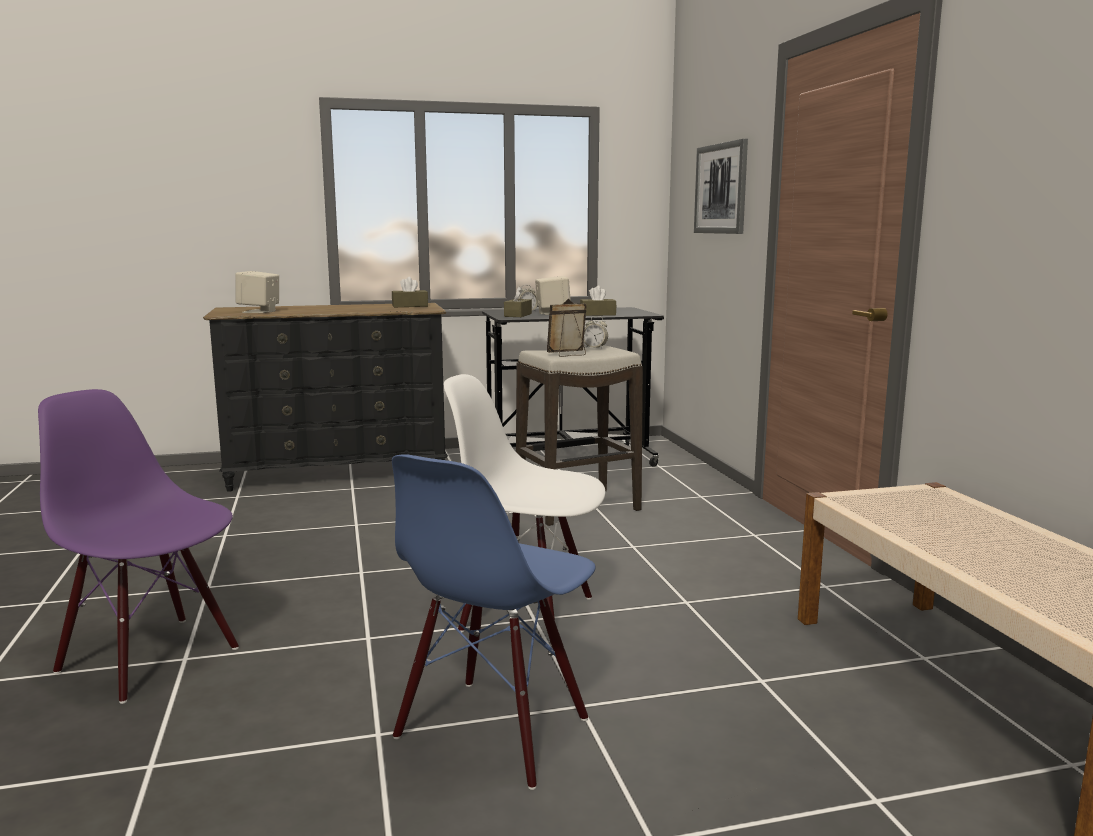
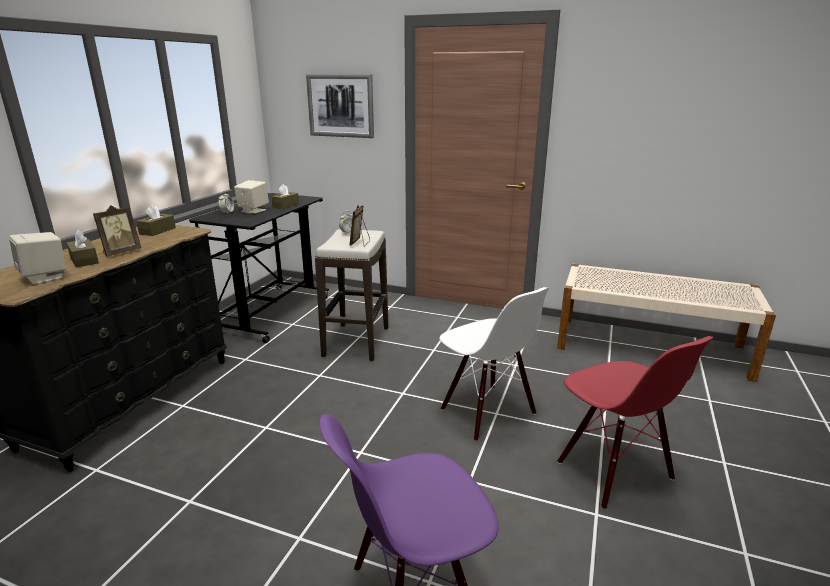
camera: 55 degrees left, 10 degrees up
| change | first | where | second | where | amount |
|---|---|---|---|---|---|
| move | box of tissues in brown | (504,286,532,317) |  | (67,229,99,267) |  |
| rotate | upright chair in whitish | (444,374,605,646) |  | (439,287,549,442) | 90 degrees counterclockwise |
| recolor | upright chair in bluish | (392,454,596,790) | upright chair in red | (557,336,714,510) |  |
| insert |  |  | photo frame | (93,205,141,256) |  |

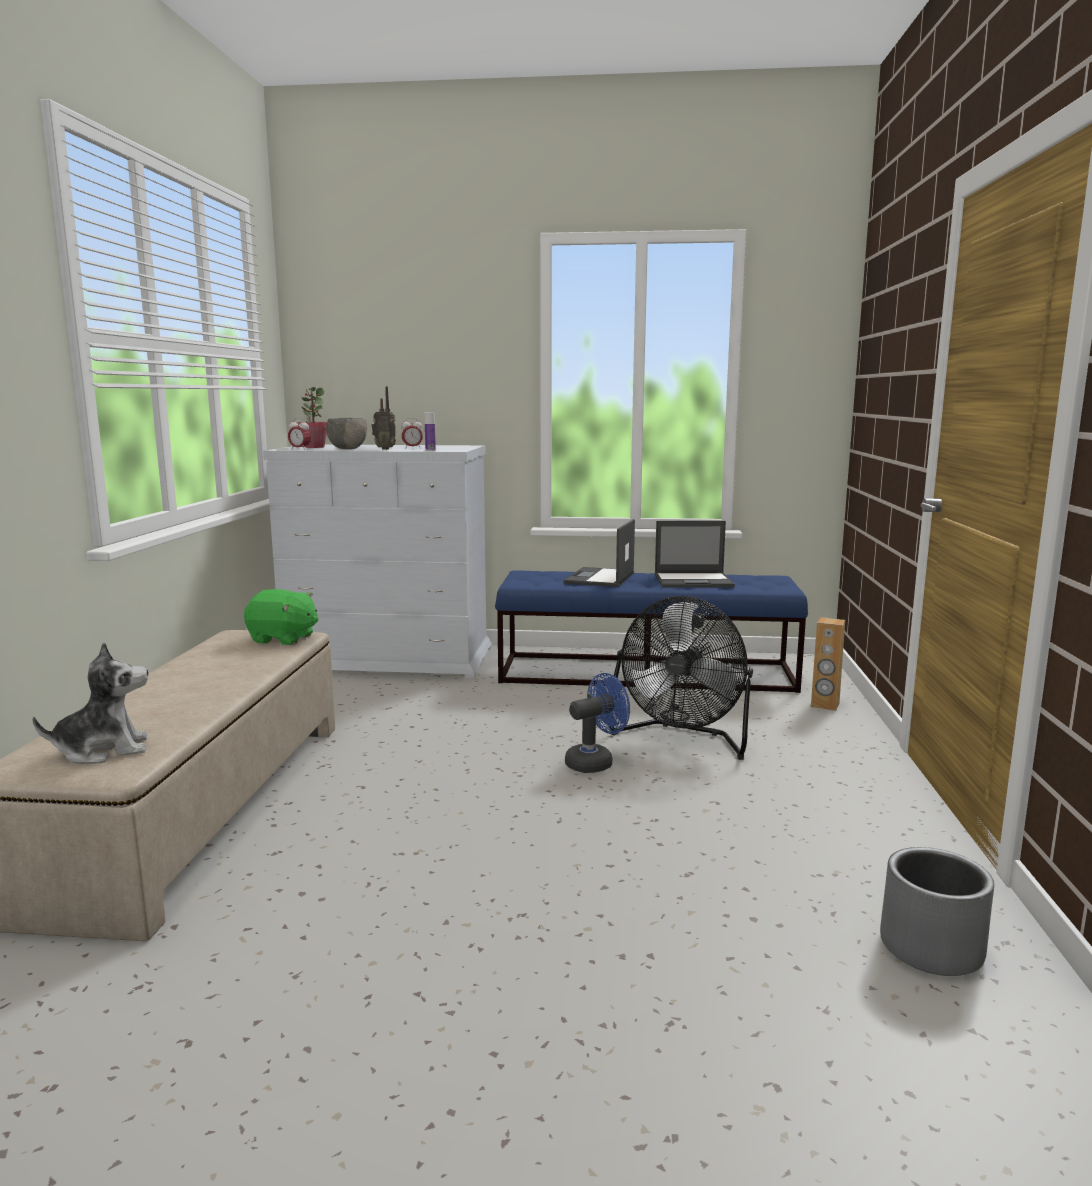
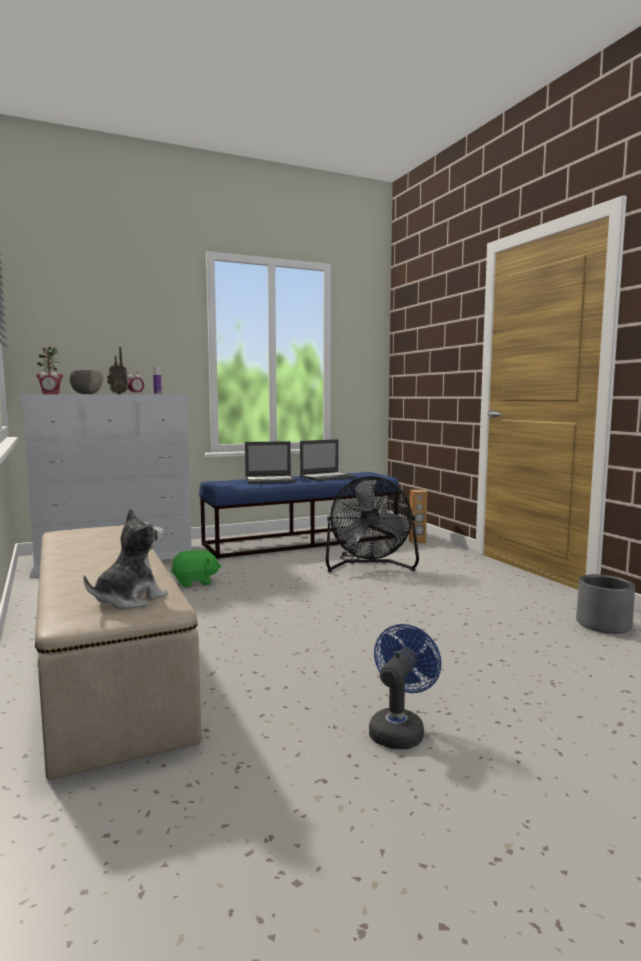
camera: 30 degrees left, 5 degrees down
| change | first | where | second | where | amount |
|---|---|---|---|---|---|
| rotate | portable computer | (563,519,635,587) |  | (245,441,296,484) | 90 degrees counterclockwise |
| move | soft toy in green-coloured | (244,589,319,645) |  | (171,550,221,587) |  |
| move | fan in bluish | (565,673,630,773) |  | (369,624,442,749) |  |

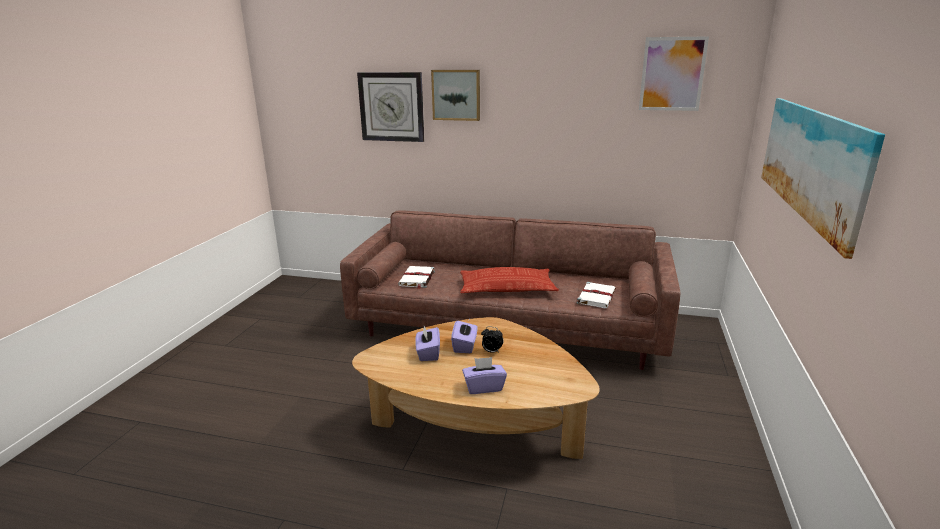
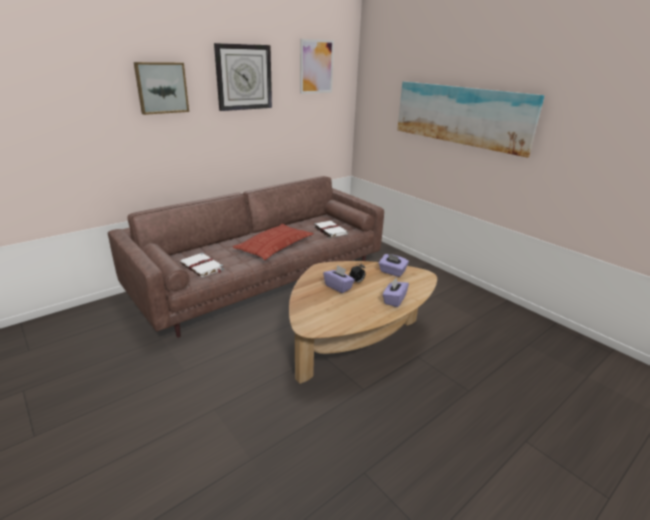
camera: 55 degrees left, 5 degrees up
| change | first | where | second | where | amount |
|---|---|---|---|---|---|
| move | hanging clock | (357,72,424,142) |  | (214,43,272,111) |  |
| move | box of tissues in purple | (415,326,440,361) |  | (379,254,409,277) |  |

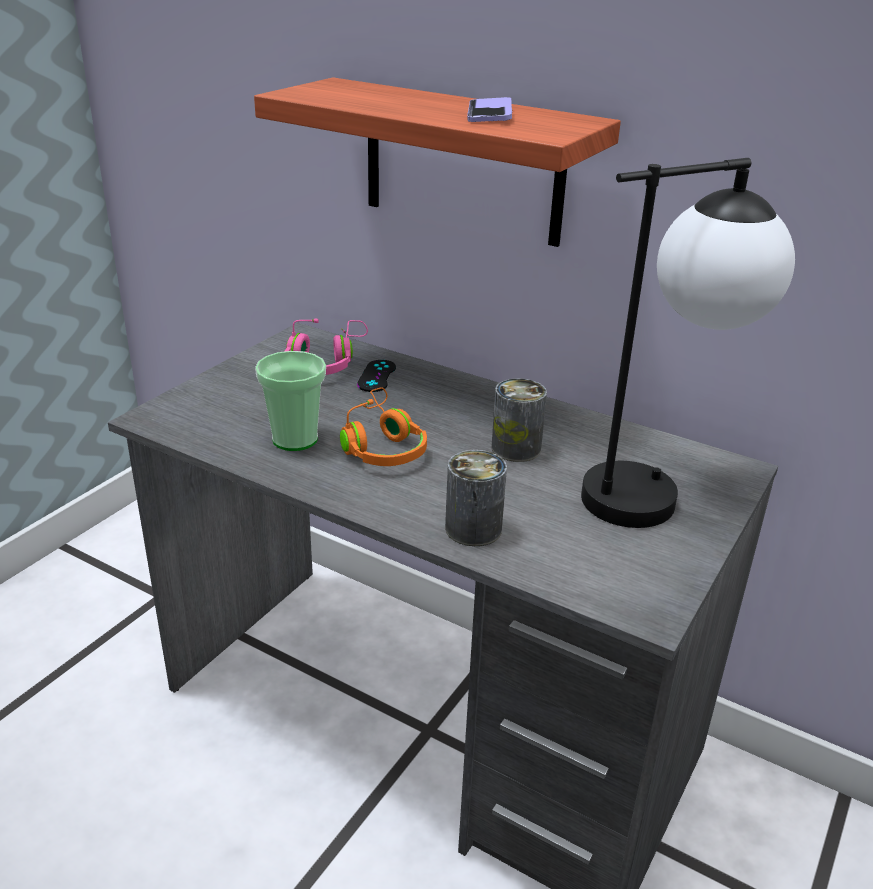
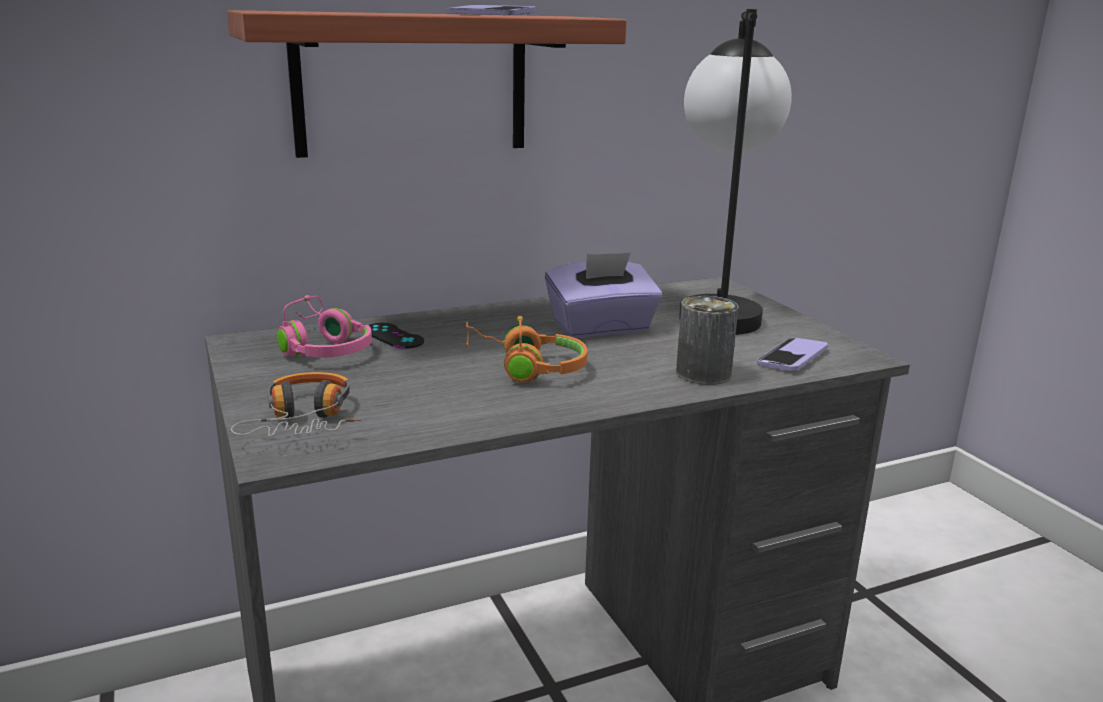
camera: 55 degrees left, 10 degrees down
| change | first | where | second | where | amount |
|---|---|---|---|---|---|
| delete | cup | (255,351,326,451) |  |  |  |
| replace | can | (491,378,547,462) | box of tissues in purple | (545,252,662,338) |  |
| insert |  |  | phone | (757,338,828,371) |  |
| insert |  |  | headphones | (231,372,361,437) |  |

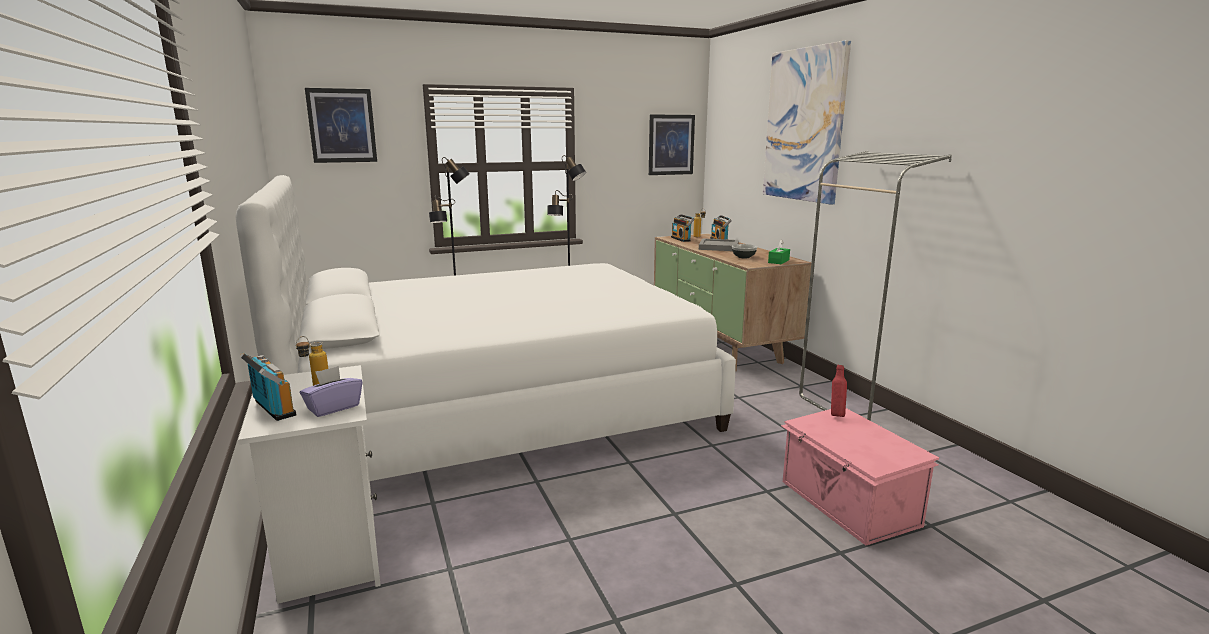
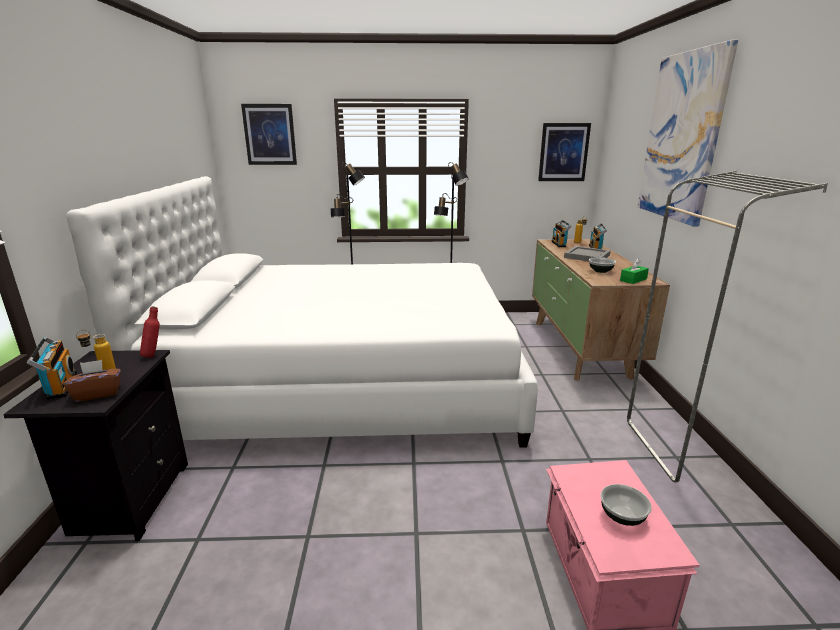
camera: 20 degrees right, 5 degrees up
| change | first | where | second | where | amount |
|---|---|---|---|---|---|
| recolor | night table in whitish | (238,365,381,604) | night table in black | (3,350,188,541) |  |
| move | drink bottle in red | (831,365,847,417) |  | (140,306,160,358) |  |
| recolor | box of tissues in purple | (300,366,363,417) | box of tissues in brown | (63,360,121,402) |  |
| insert |  |  | serving bowl | (601,484,652,526) |  |

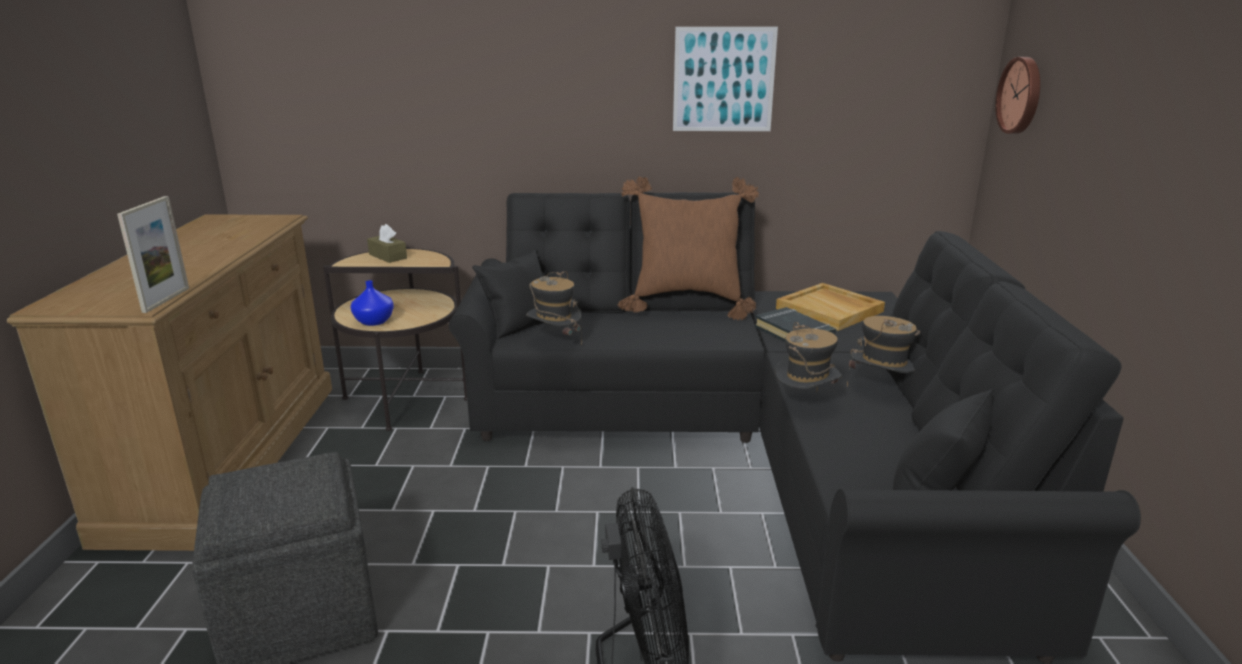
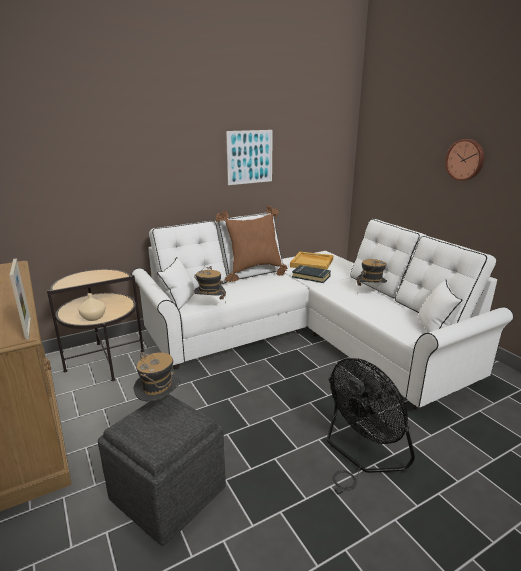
camera: 30 degrees left, 0 degrees up
| change | first | where | second | where | amount |
|---|---|---|---|---|---|
| move | hanging clock | (995,57,1040,134) |  | (445,139,484,181) |  |
| recolor | sofa in black | (449,192,1141,664) | sofa in whitish | (132,213,514,410) |  |
| delete | box of tissues in brown | (367,224,407,263) |  |  |  |
| recolor | vase in bluish | (351,280,394,326) | vase in beige-coloured | (78,293,106,321) |  |
| move | clothing hat | (775,322,842,390) |  | (134,353,181,402) |  |

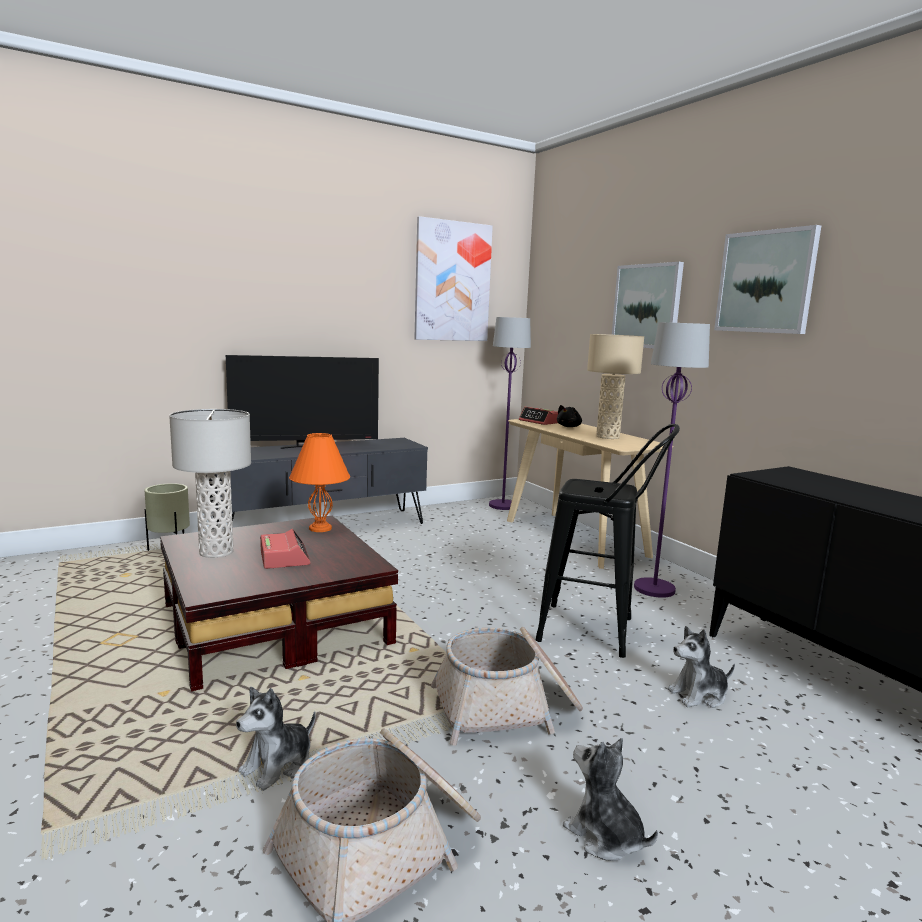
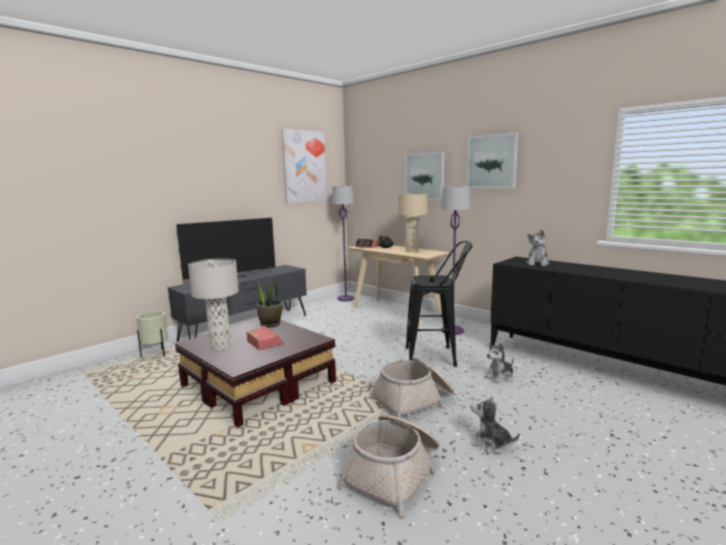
camera: 15 degrees left, 0 degrees up
| change | first | where | second | where | amount |
|---|---|---|---|---|---|
| replace | tabletop lamp in orange | (289,433,350,532) | houseplant | (256,279,282,327) |  |
| move | soft toy | (236,687,316,791) |  | (526,230,549,266) |  |

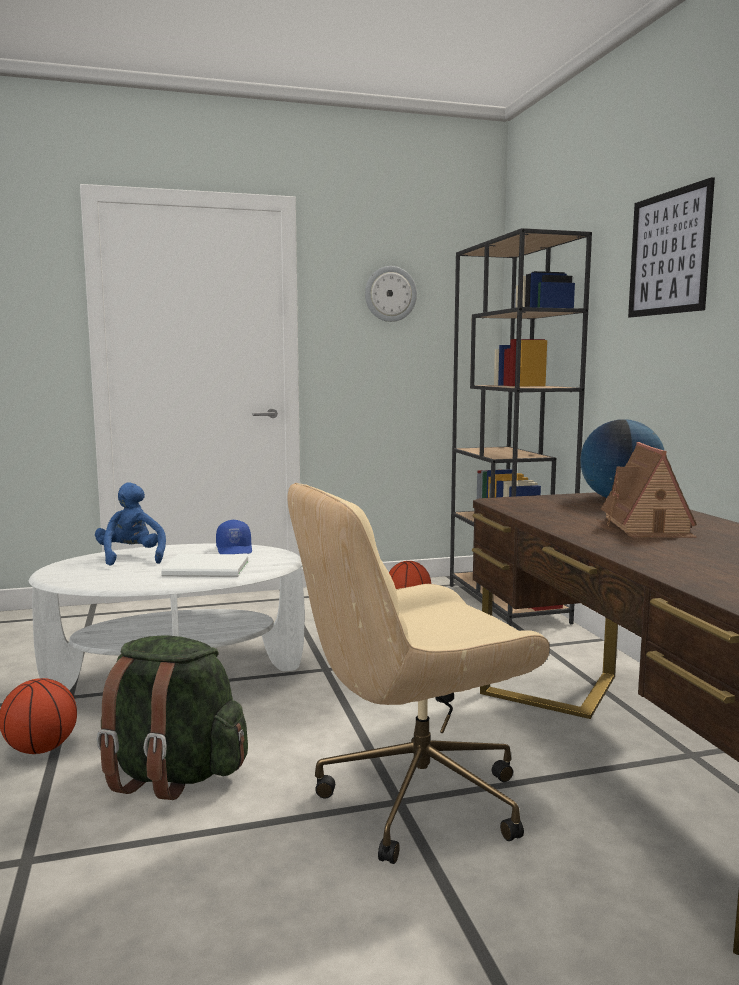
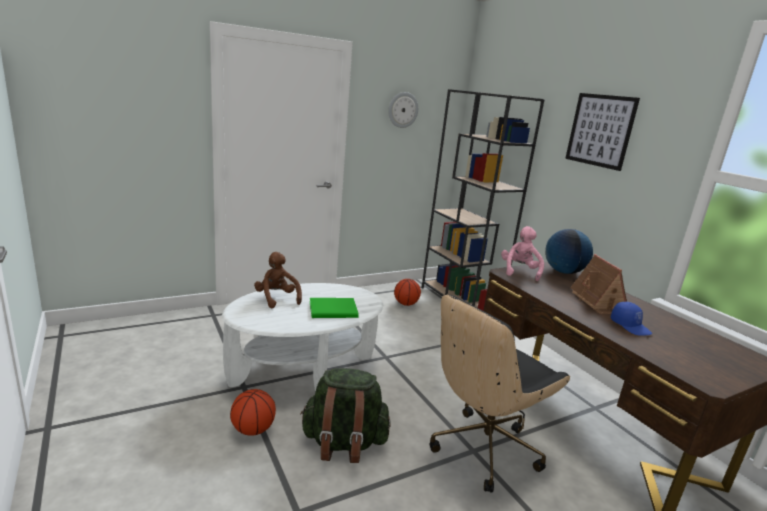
camera: 15 degrees left, 10 degrees up
| change | first | where | second | where | amount |
|---|---|---|---|---|---|
| recolor | soft toy in bluish | (95,482,166,566) | soft toy in brown | (254,252,302,308) |  |
| recolor | computer chair in beige-coloured | (288,483,550,864) | computer chair in black | (430,294,570,493) |  |
| move | cap in bluish | (216,520,252,554) |  | (611,302,652,336) |  |
| recolor | bound book in whitish | (162,554,249,577) | bound book in green-coloured | (310,298,359,318) |  |
| insert |  |  | soft toy in pink | (501,226,544,281) |  |

